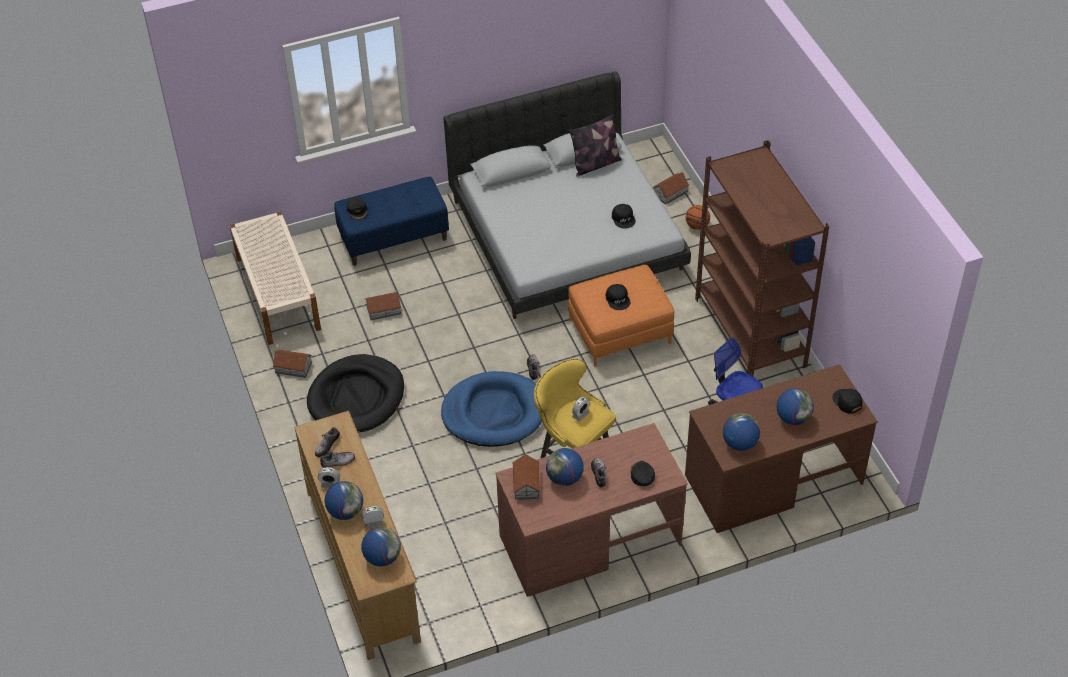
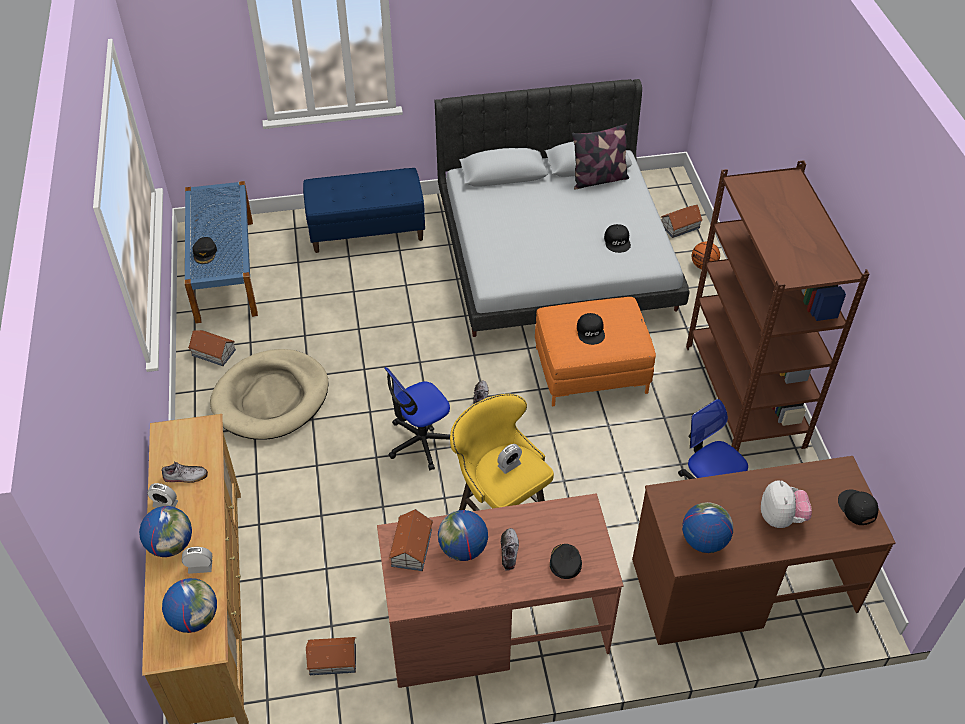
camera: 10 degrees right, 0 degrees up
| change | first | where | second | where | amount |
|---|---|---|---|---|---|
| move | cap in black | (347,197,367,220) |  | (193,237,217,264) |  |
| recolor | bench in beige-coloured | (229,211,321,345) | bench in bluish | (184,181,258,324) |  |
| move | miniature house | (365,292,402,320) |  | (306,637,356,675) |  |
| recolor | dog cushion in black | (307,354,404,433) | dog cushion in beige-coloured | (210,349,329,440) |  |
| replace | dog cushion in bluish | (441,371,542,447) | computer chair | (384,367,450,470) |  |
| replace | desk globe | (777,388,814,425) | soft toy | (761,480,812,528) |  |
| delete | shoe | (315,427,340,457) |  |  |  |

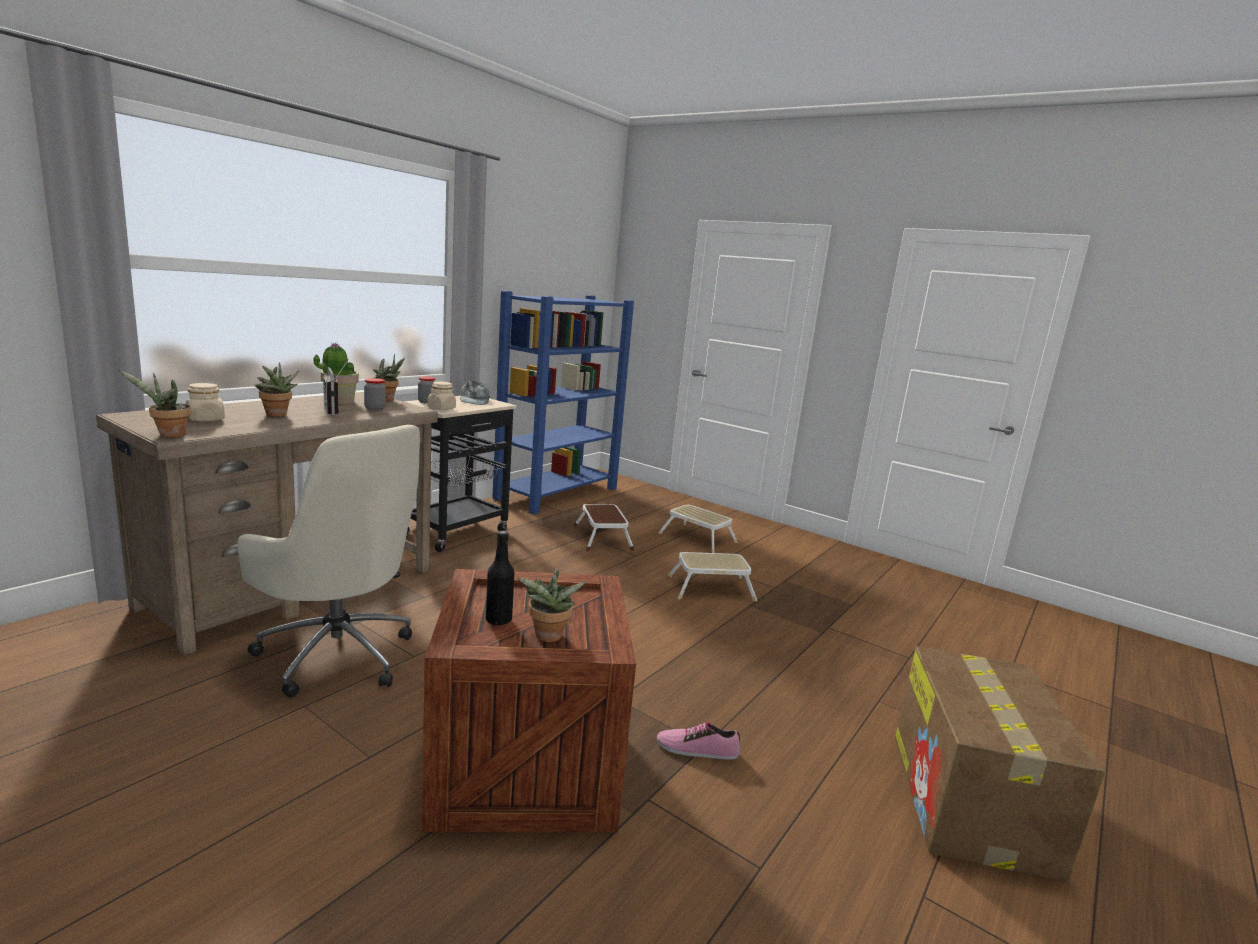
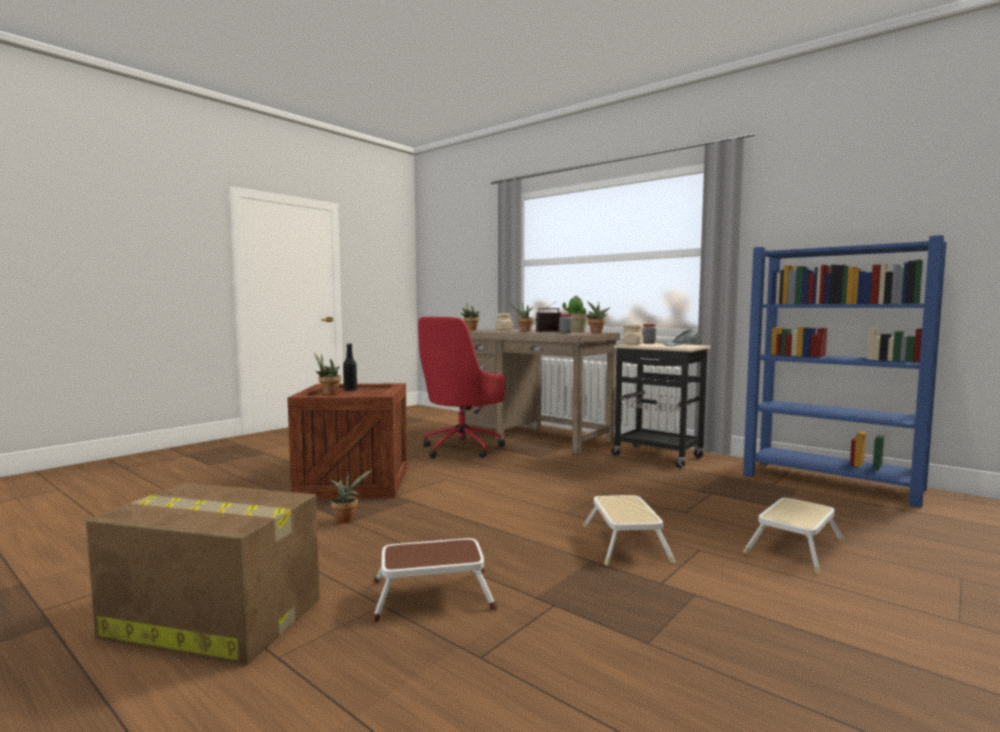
camera: 95 degrees right, 10 degrees down
| change | first | where | second | where | amount |
|---|---|---|---|---|---|
| recolor | computer chair in beige-coloured | (237,425,420,697) | computer chair in red | (418,317,505,458) |  |
| move | step ladder in brown | (573,504,635,551) |  | (371,538,498,623) |  |
| replace | shoe | (657,722,741,760) | houseplant | (330,470,372,523) |  |

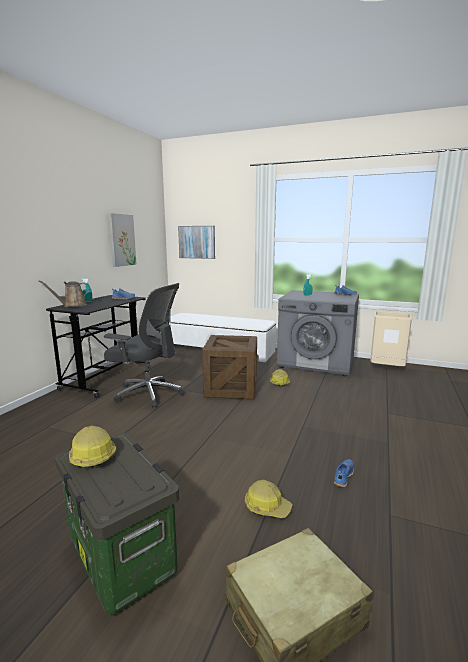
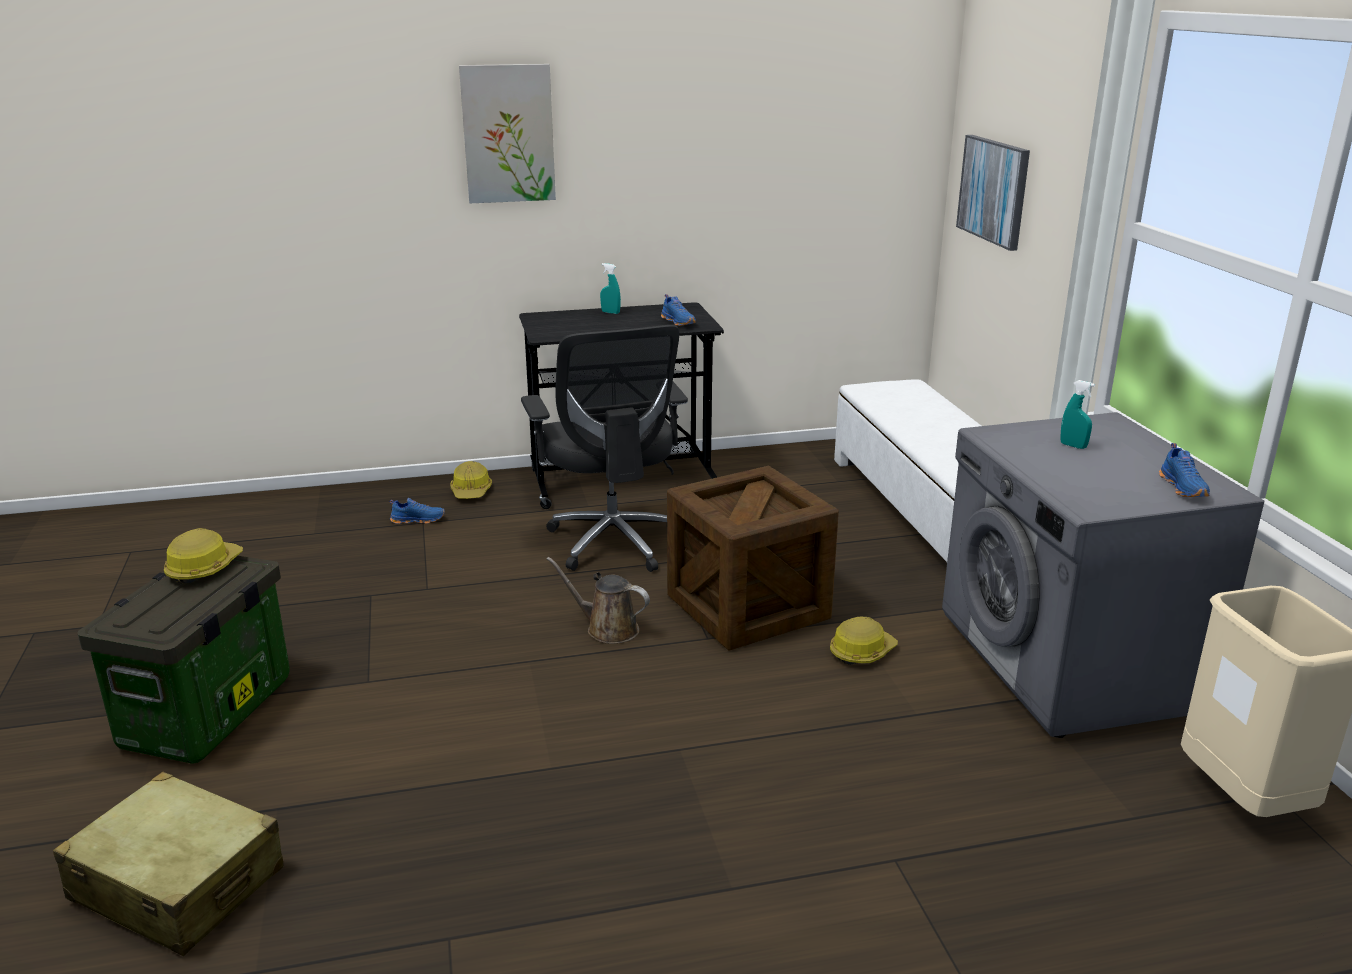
camera: 55 degrees right, 10 degrees up
| change | first | where | second | where | amount |
|---|---|---|---|---|---|
| move | picture | (109,213,137,267) |  | (459,64,556,203) |  |
| move | sprinkling can in brown | (39,281,90,307) |  | (547,557,650,644) |  |
| move | shoe in bluish | (334,459,354,487) |  | (390,498,445,524) |  |
| move | hard hat | (245,480,292,518) |  | (450,461,492,499) |  |

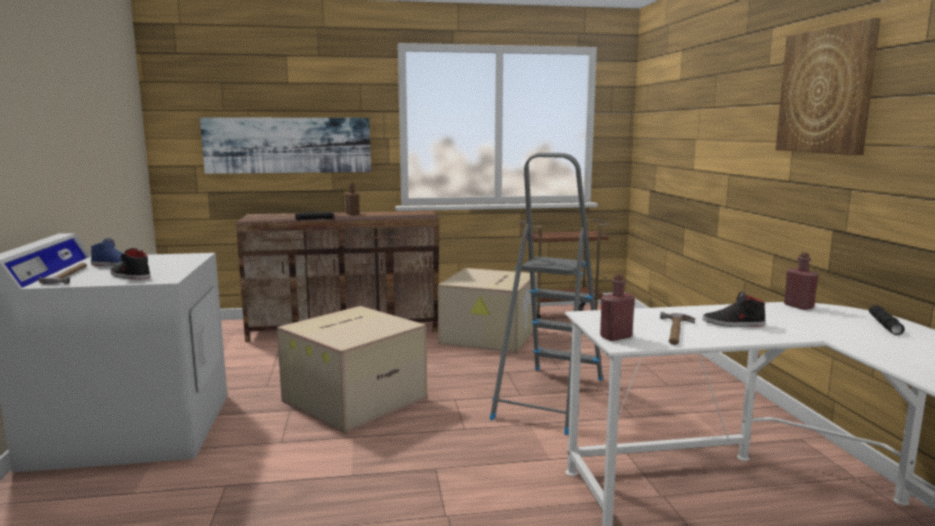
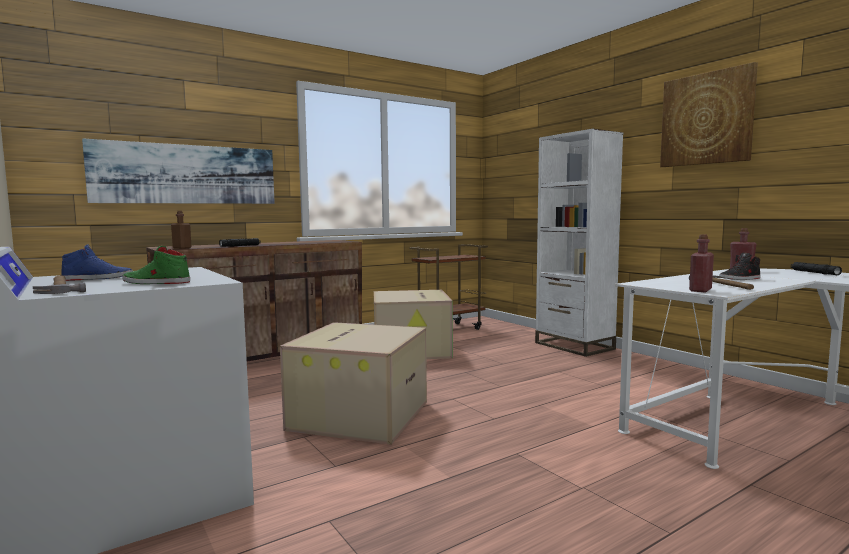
camera: 25 degrees left, 5 degrees down
| change | first | where | second | where | amount |
|---|---|---|---|---|---|
| delete | step ladder in grey | (490,153,603,435) |  |  |  |
| move | drink bottle in brown | (345,182,360,215) |  | (171,211,191,249) |  |
| recolor | shoe in black | (110,248,151,280) | shoe in green-coloured | (122,246,190,284) |  |
| insert |  |  | bookshelf in whitish | (535,129,623,357) |  |

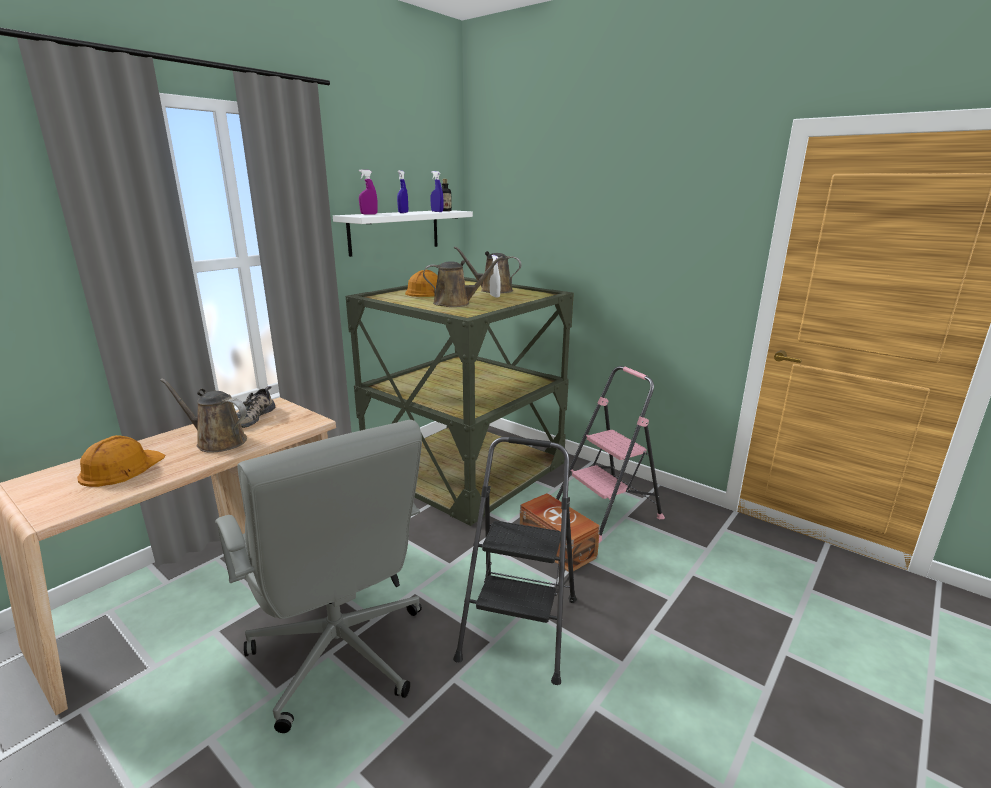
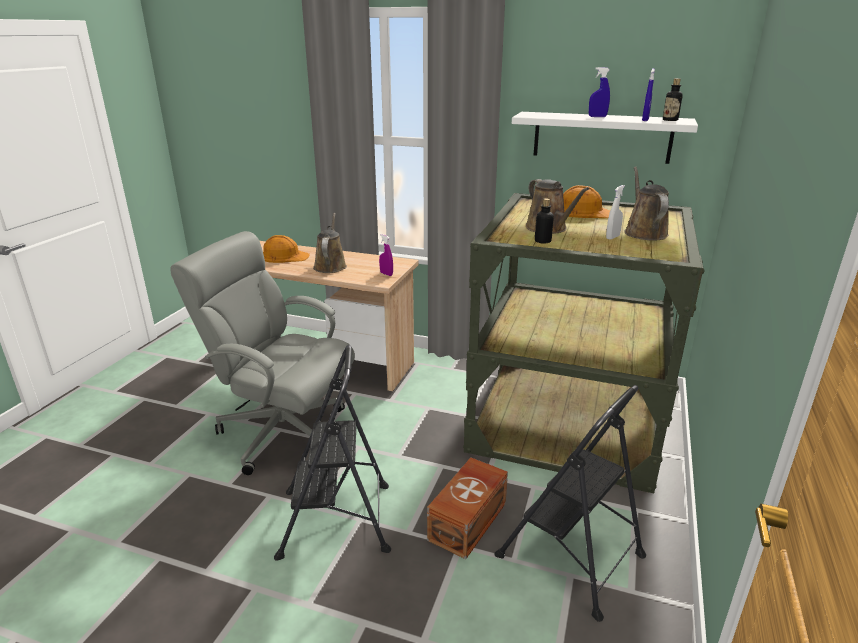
camera: 70 degrees right, 5 degrees up
| change | first | where | second | where | amount |
|---|---|---|---|---|---|
| move | sprayer in purple | (359,170,378,215) |  | (379,234,393,276) |  |
| recolor | step ladder in pink | (556,366,665,543) | step ladder in black | (494,385,646,622) |  |
| delete | shoe | (236,386,275,428) |  |  |  |
| rotate | computer chair in grey | (215,420,422,733) |  | (170,231,355,475) | 75 degrees clockwise |
| insert |  |  | drink bottle | (535,198,554,244) |  |

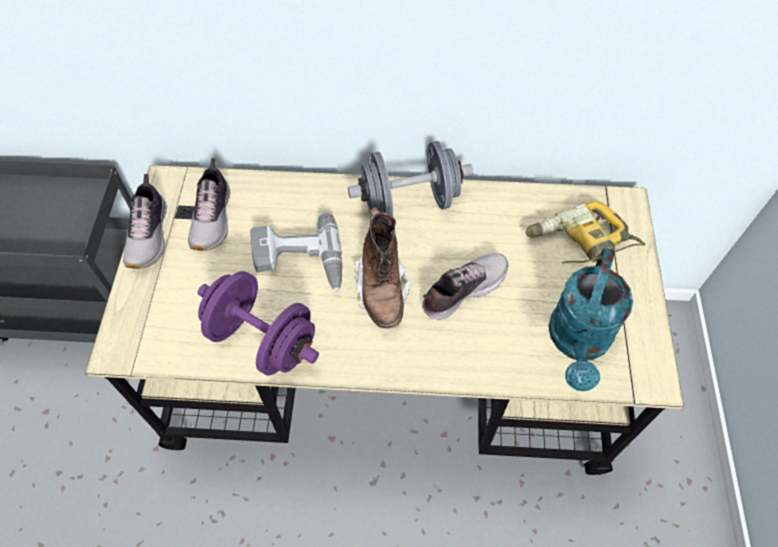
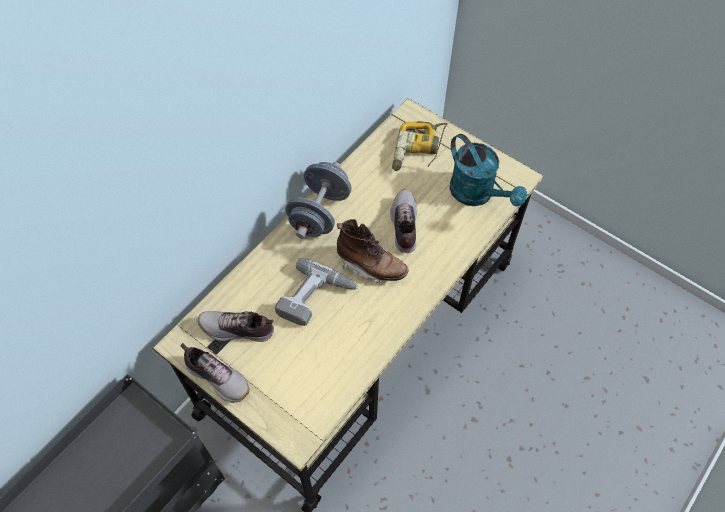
camera: 55 degrees left, 0 degrees up
| change | first | where | second | where | amount |
|---|---|---|---|---|---|
| rotate | shoe | (188,158,230,250) |  | (198,311,274,342) | 150 degrees clockwise |
| delete | free weight in purple | (198,271,319,376) |  |  |  |

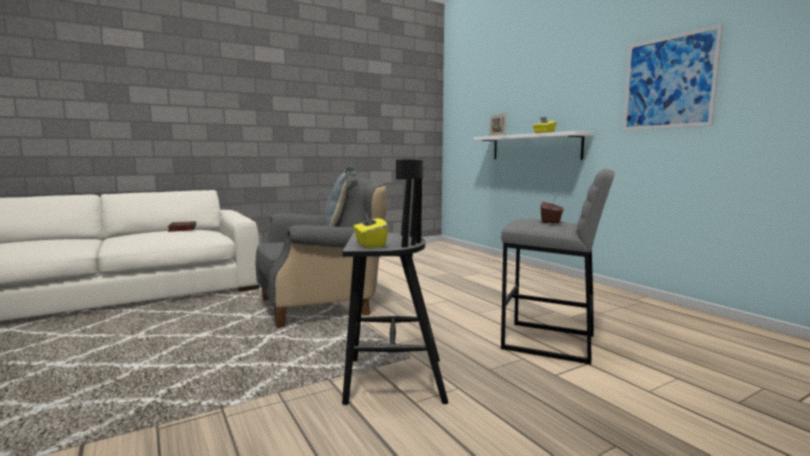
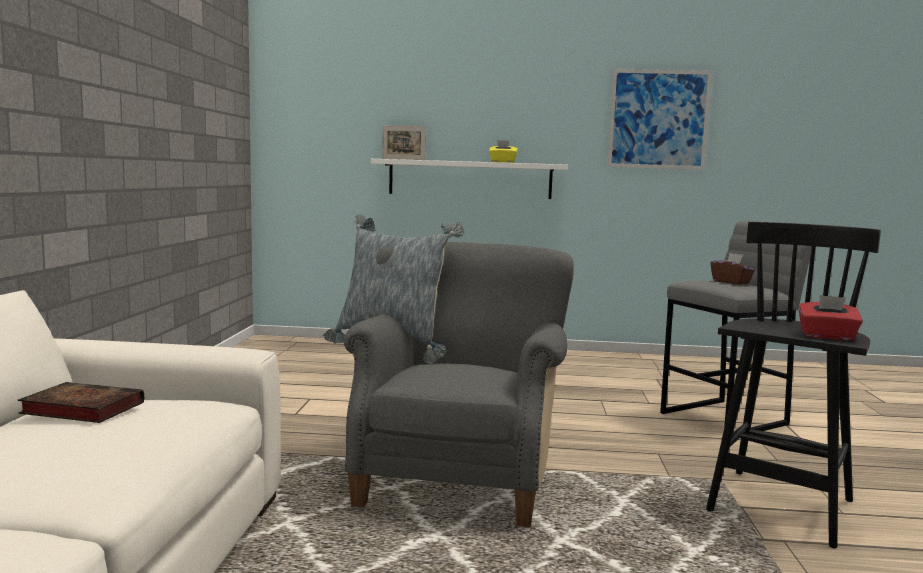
camera: 55 degrees left, 0 degrees up
| change | first | where | second | where | amount |
|---|---|---|---|---|---|
| recolor | box of tissues in yellowish | (353,212,388,248) | box of tissues in red | (798,295,863,340) |  |

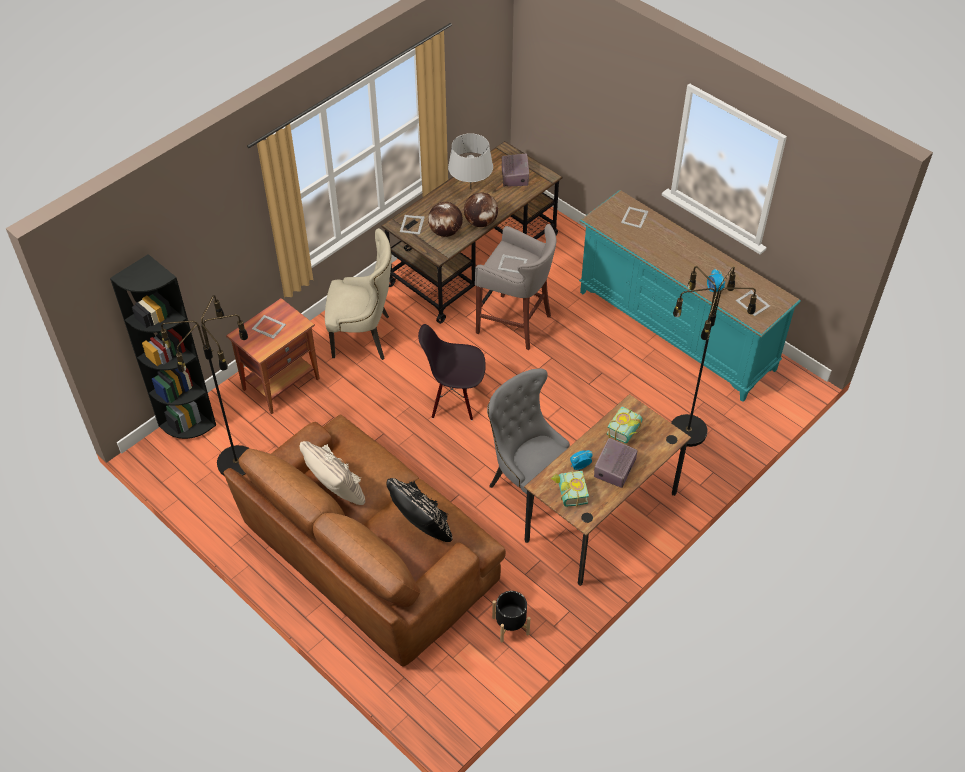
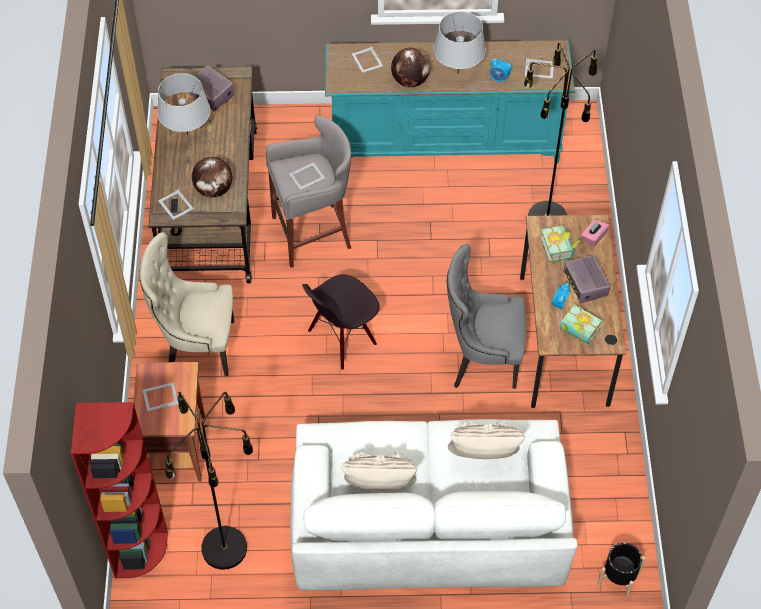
camera: 45 degrees left, 5 degrees up
| change | first | where | second | where | amount |
|---|---|---|---|---|---|
| move | desk globe | (464,193,498,227) |  | (391,48,430,87) |  |
| rotate | upright chair in beige-coloured | (325,228,392,360) |  | (140,232,234,376) | 135 degrees counterclockwise |
| recolor | bookshelf in black | (110,254,216,439) | bookshelf in red | (71,402,168,578) |  |
| recolor | sofa in brown | (223,414,506,667) | sofa in whitish | (290,419,578,590) |  |
| recolor | cushion in black | (386,478,452,542) | cushion in beige-coloured | (448,420,525,459) |  |
| move | planter in black | (492,591,530,642) |  | (598,543,645,598) |  |
| insert |  |  | tabletop lamp in grey | (433,11,486,74) |  |
| insert |  |  | box of tissues in pink | (581,219,609,247) |  |

